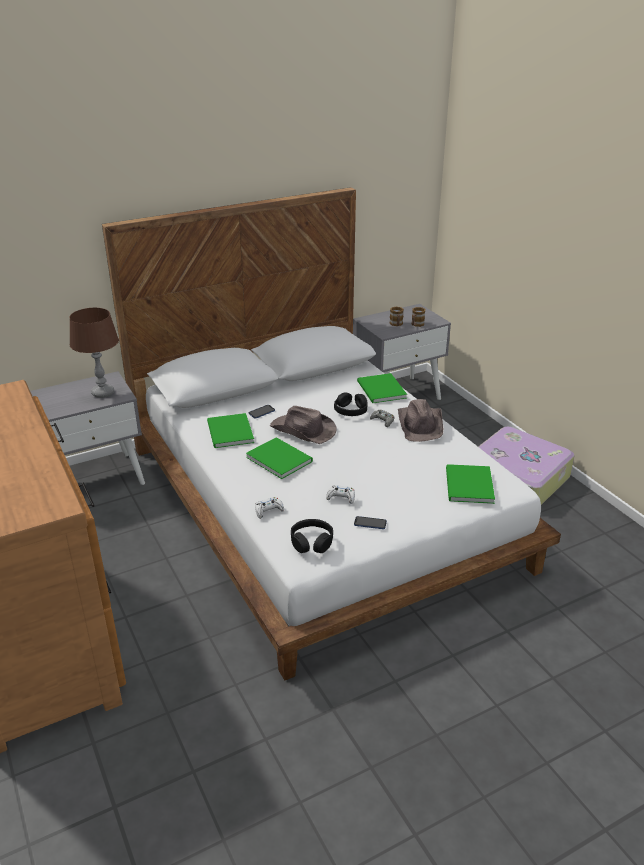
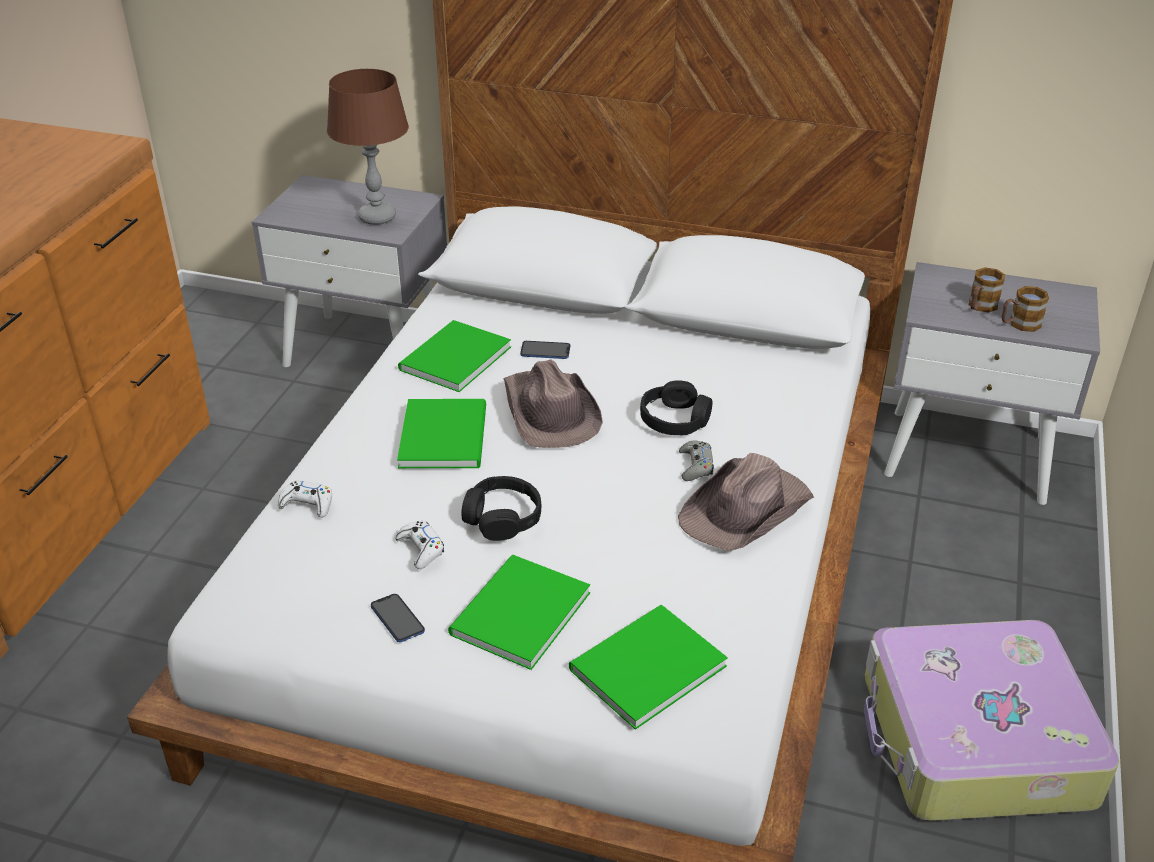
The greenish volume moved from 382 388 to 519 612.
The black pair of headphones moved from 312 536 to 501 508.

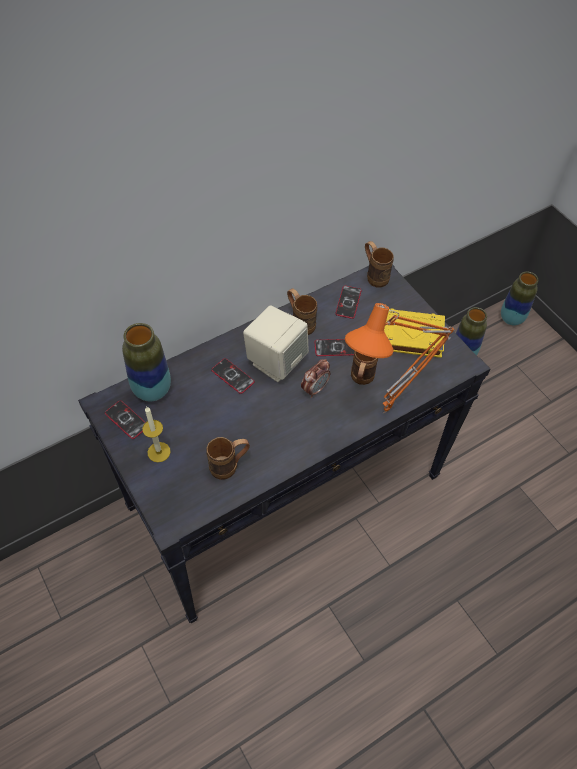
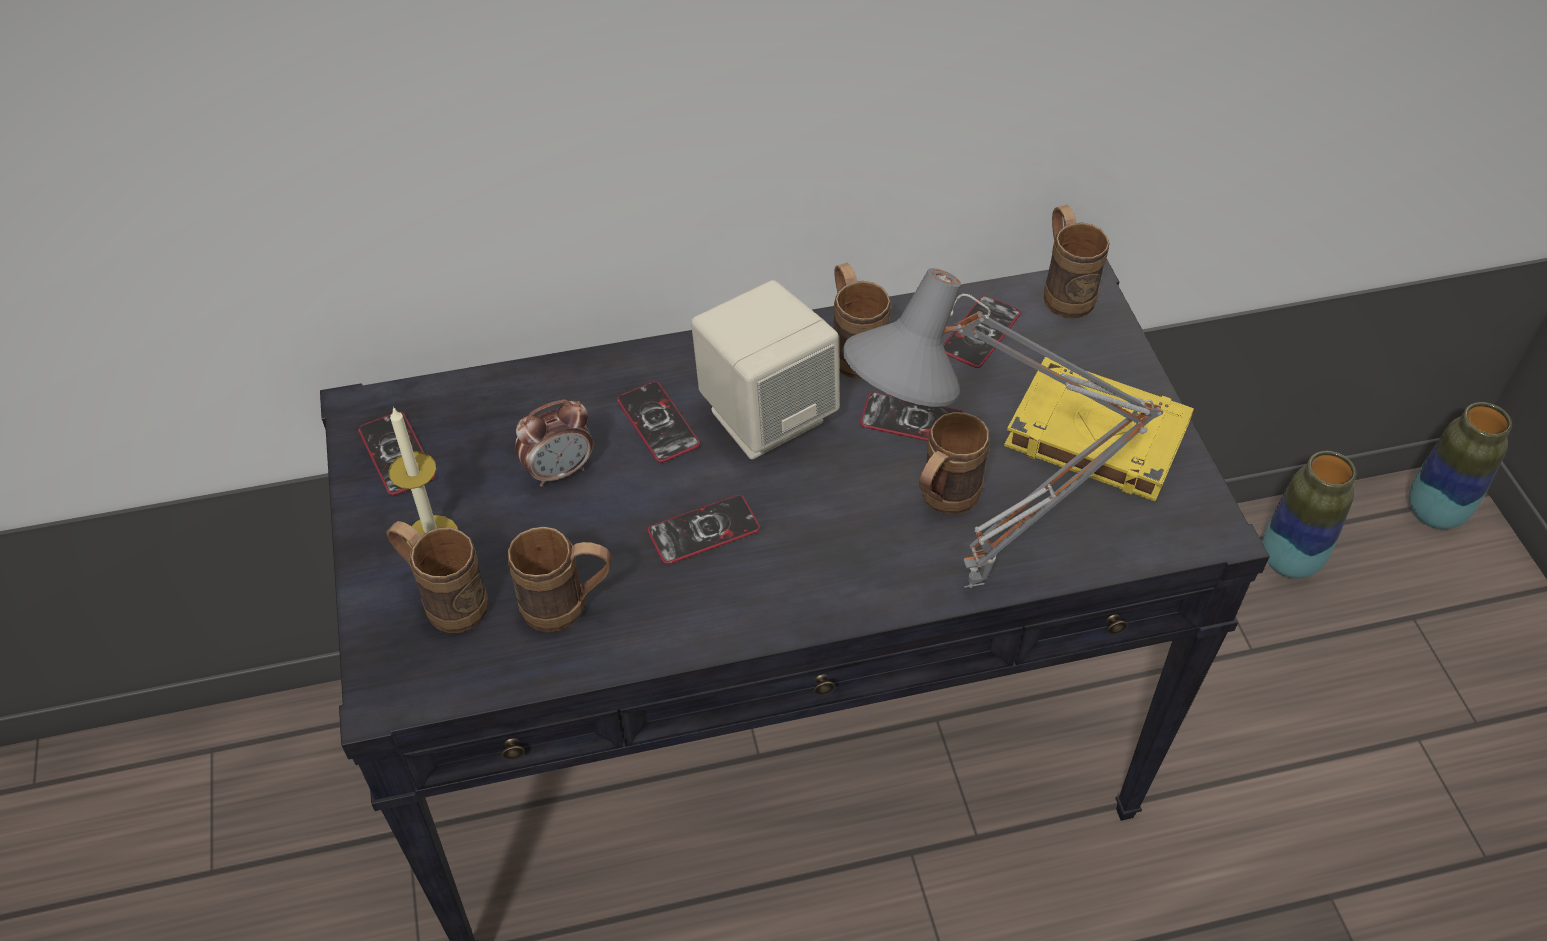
The orangey table lamp at 400 358 became the gray table lamp at 1003 428.
The vase at 146 362 disappeared.
The bedside clock moved from 315 378 to 554 443.
The phone at 703 530 appeared.
The brownish mug at 437 577 appeared.

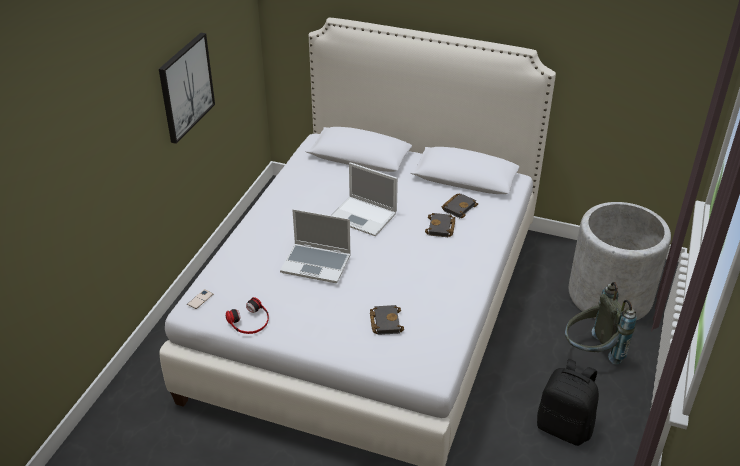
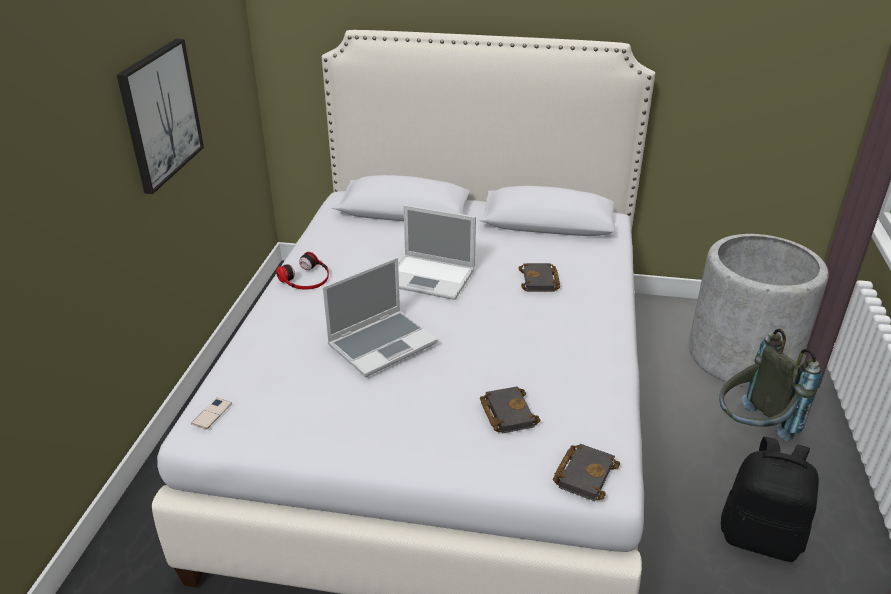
The black volume moved from 460 205 to 586 472.
The portable computer at 315 246 turned 45 degrees counterclockwise.
The pair of headphones moved from 247 315 to 302 271.

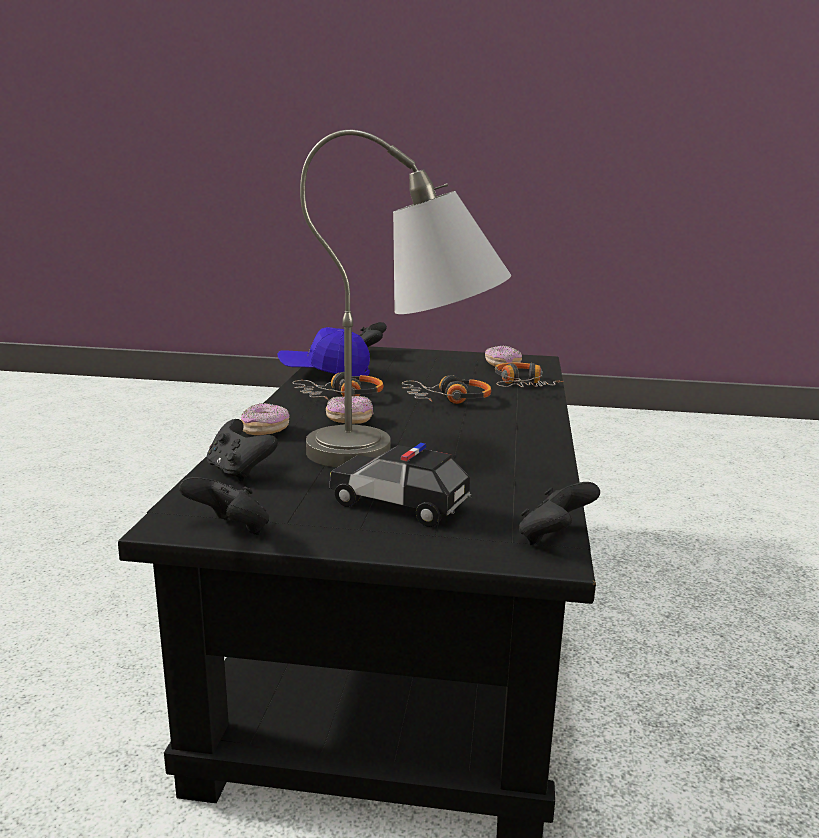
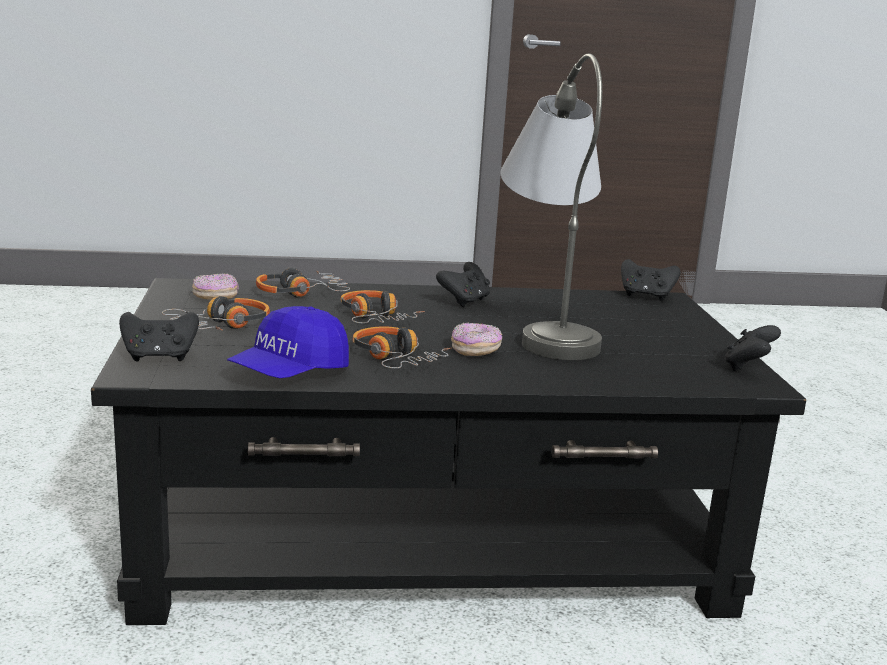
The blue-coloured cap at 323 351 turned 45 degrees clockwise.
The donut at 265 419 disappeared.
The black joypad moved from 242 450 to 463 284.
The model car at 400 485 disappeared.
The pair of headphones at 216 313 appeared.

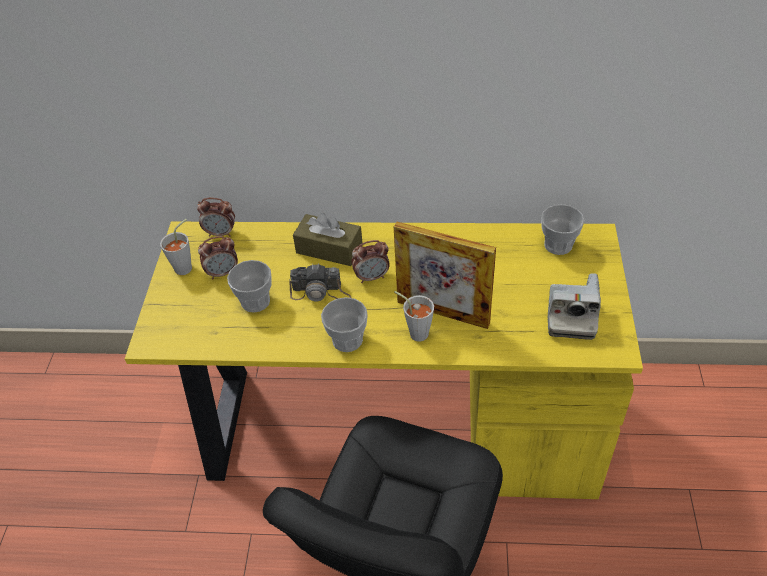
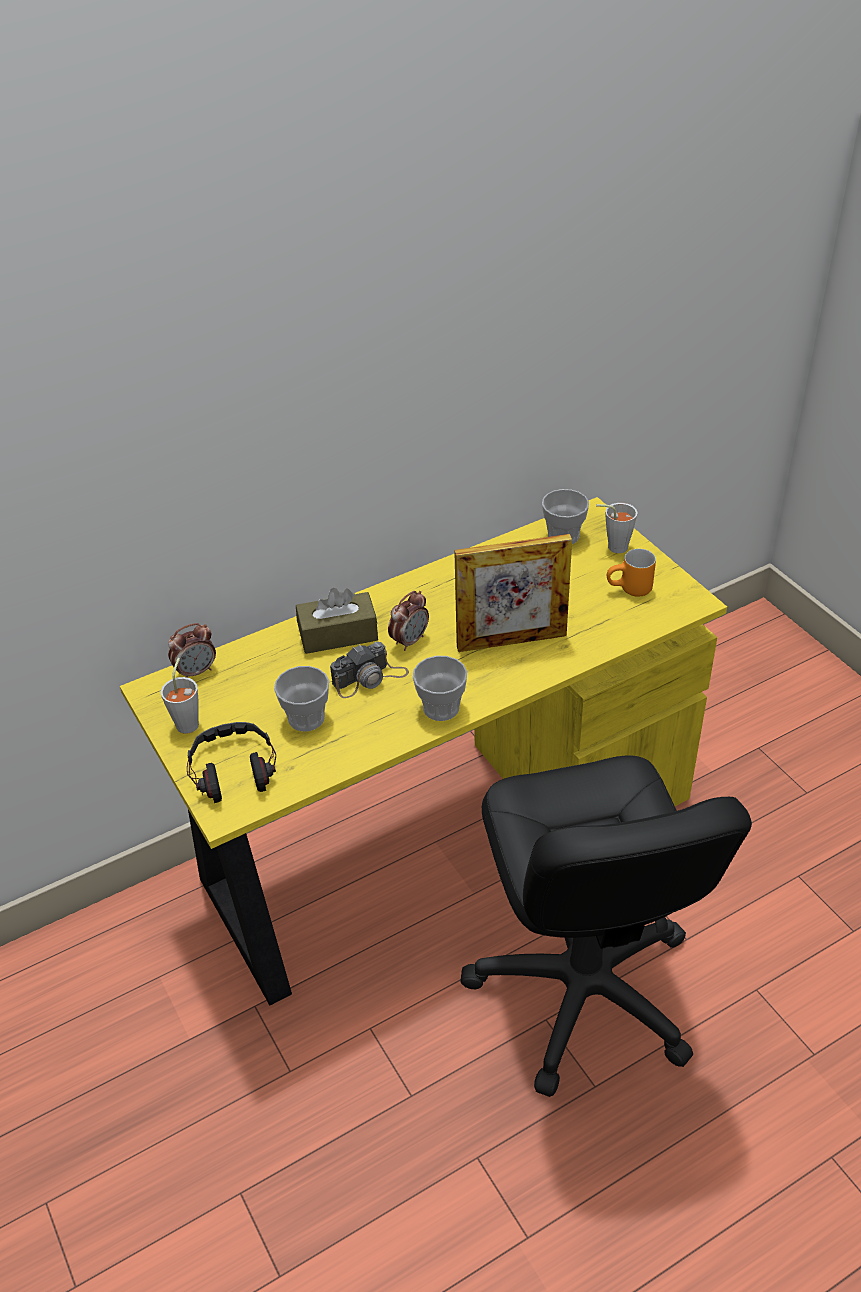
The bedside clock at 218 257 disappeared.
The photo camera at 574 306 was replaced by the orangey mug at 631 573.
The gray cup moved from 414 316 to 617 528.
The pair of headphones at 231 762 appeared.

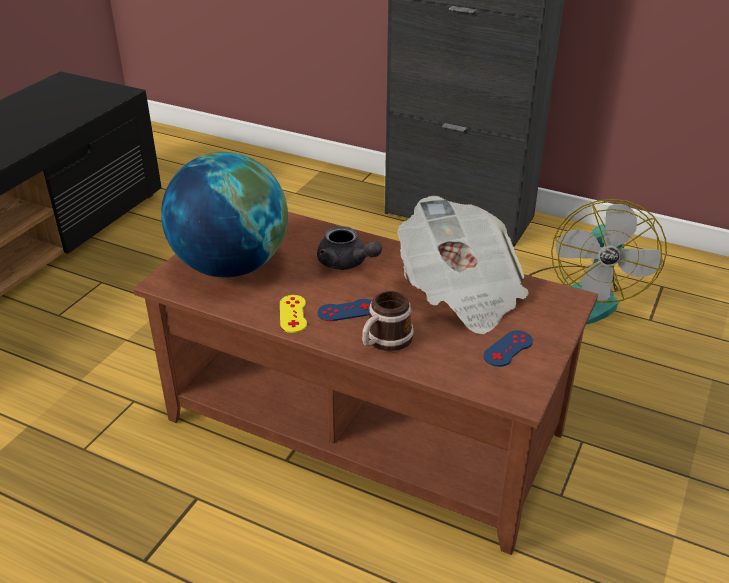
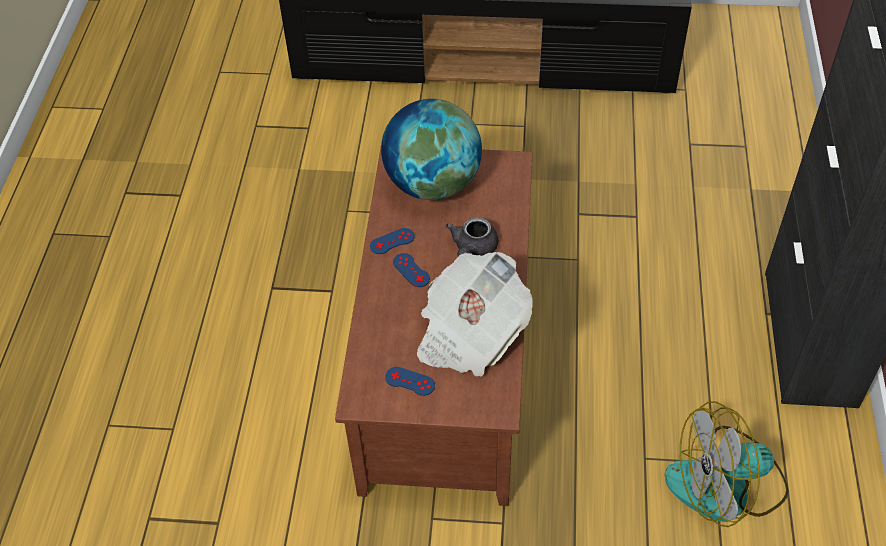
The mug at 388 321 disappeared.
The yellowish joypad at 293 314 became the blue-coloured joypad at 392 241.

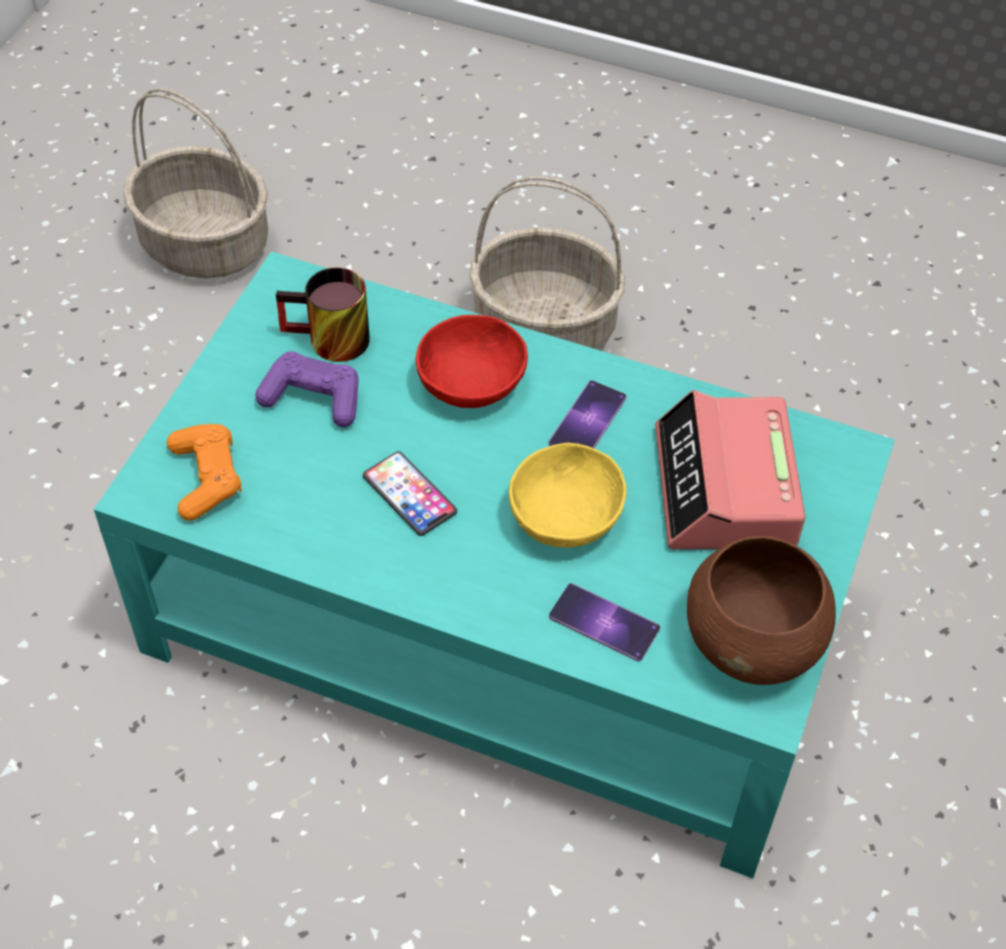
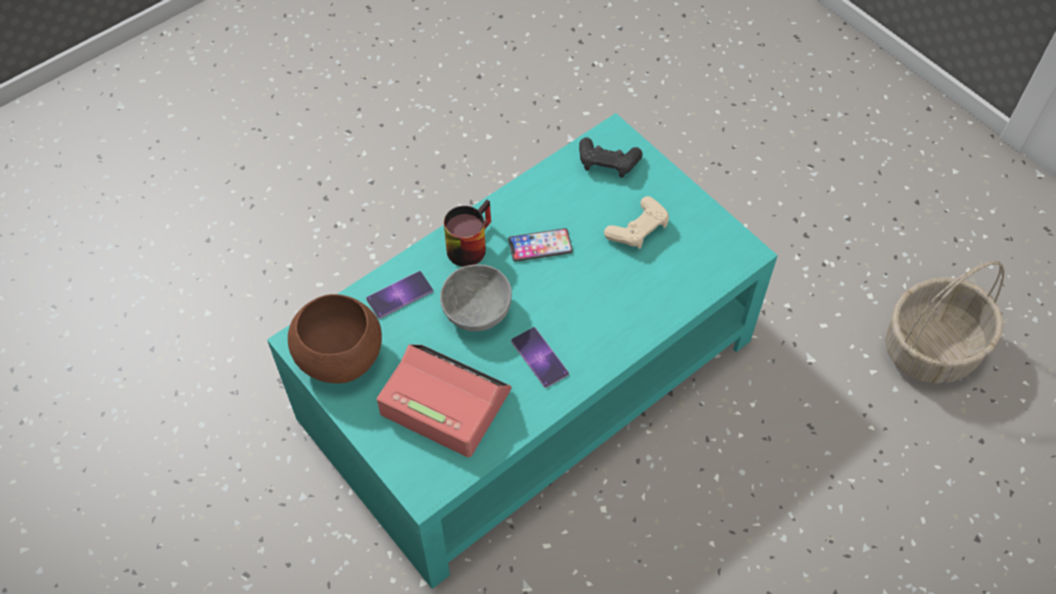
The basket at 547 263 disappeared.
The mug moved from 323 314 to 467 233.
The reddish bowl at 472 361 disappeared.
The purple joypad at 307 389 became the sand-coloured joypad at 636 222.
The orangey joypad at 204 472 became the black joypad at 611 157.
The yellowish bowl at 567 495 became the gray bowl at 476 297.

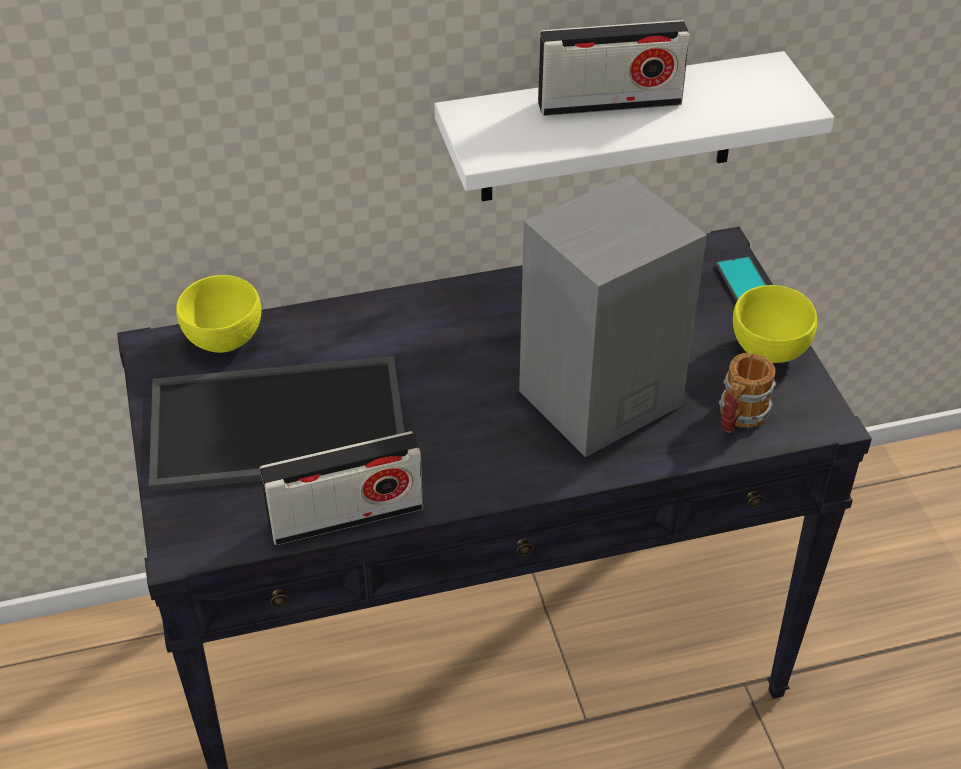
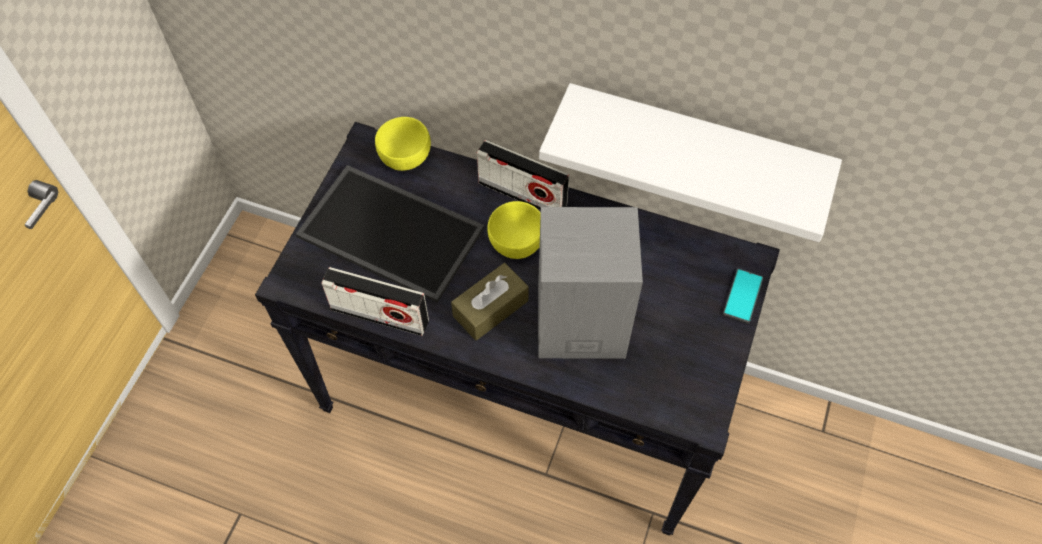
The radio set moved from 614 68 to 523 175.
The yellowish bowl moved from 775 324 to 514 230.
The mug at 747 392 disappeared.
The brownish box of tissues at 490 302 appeared.

